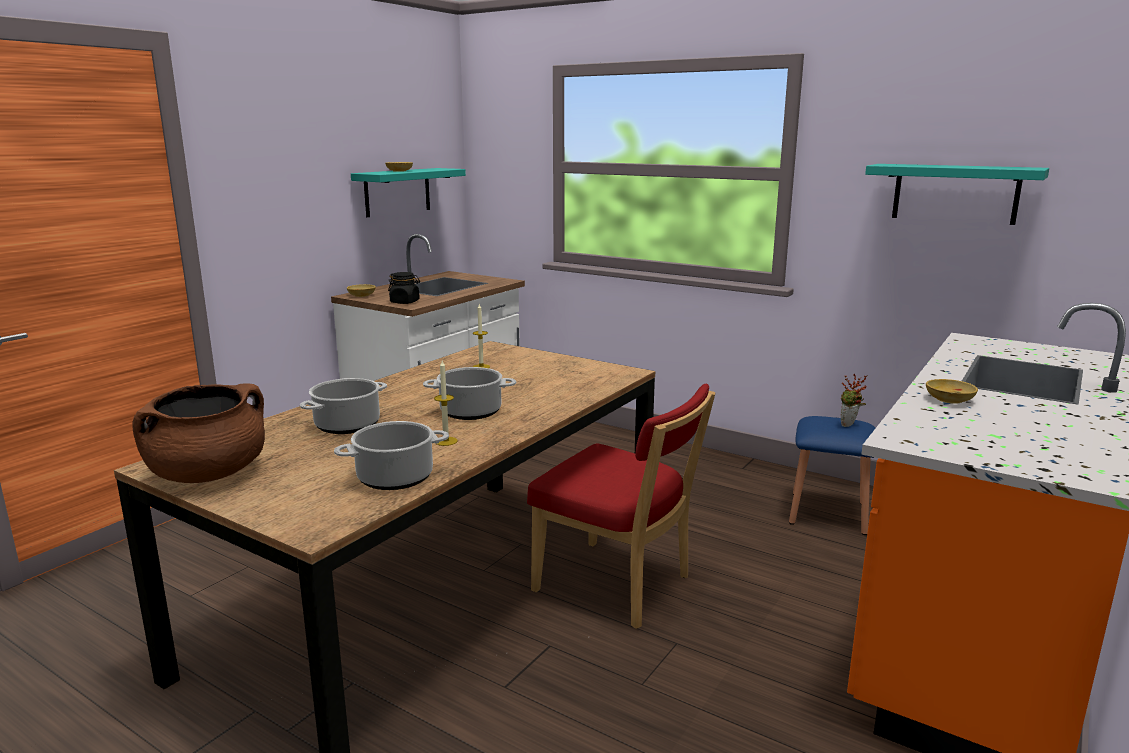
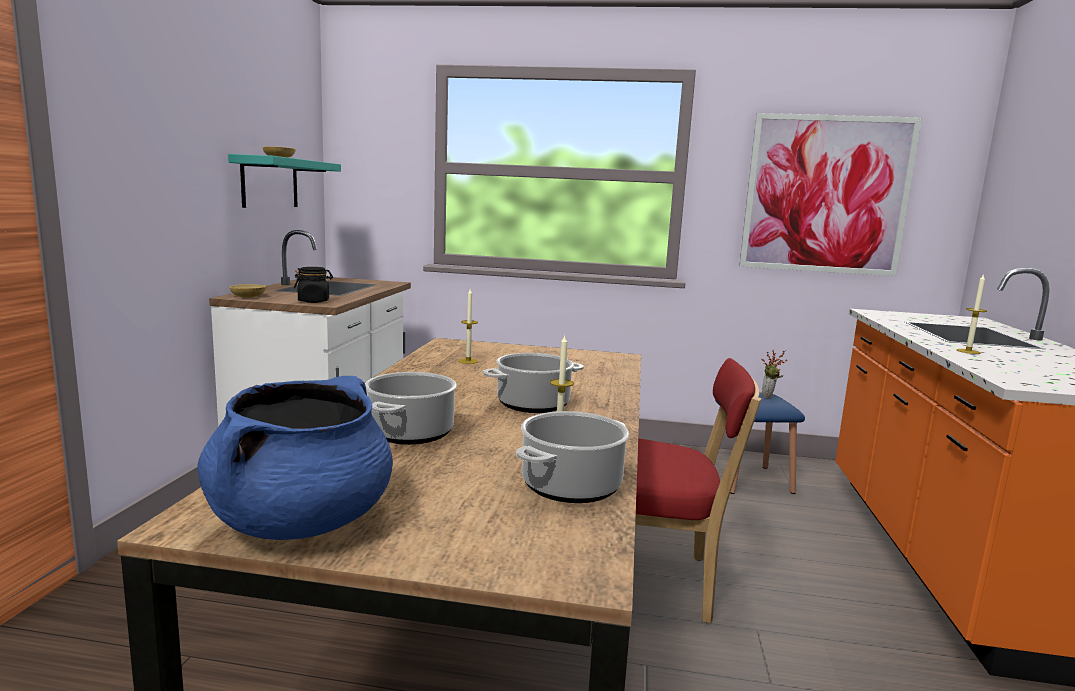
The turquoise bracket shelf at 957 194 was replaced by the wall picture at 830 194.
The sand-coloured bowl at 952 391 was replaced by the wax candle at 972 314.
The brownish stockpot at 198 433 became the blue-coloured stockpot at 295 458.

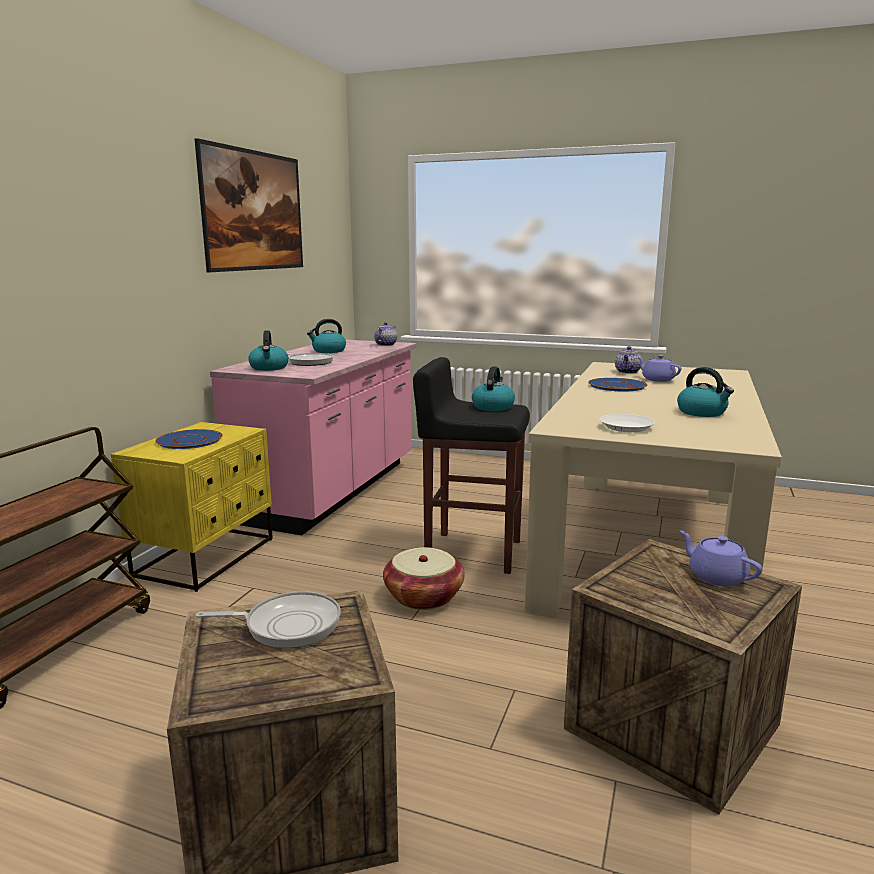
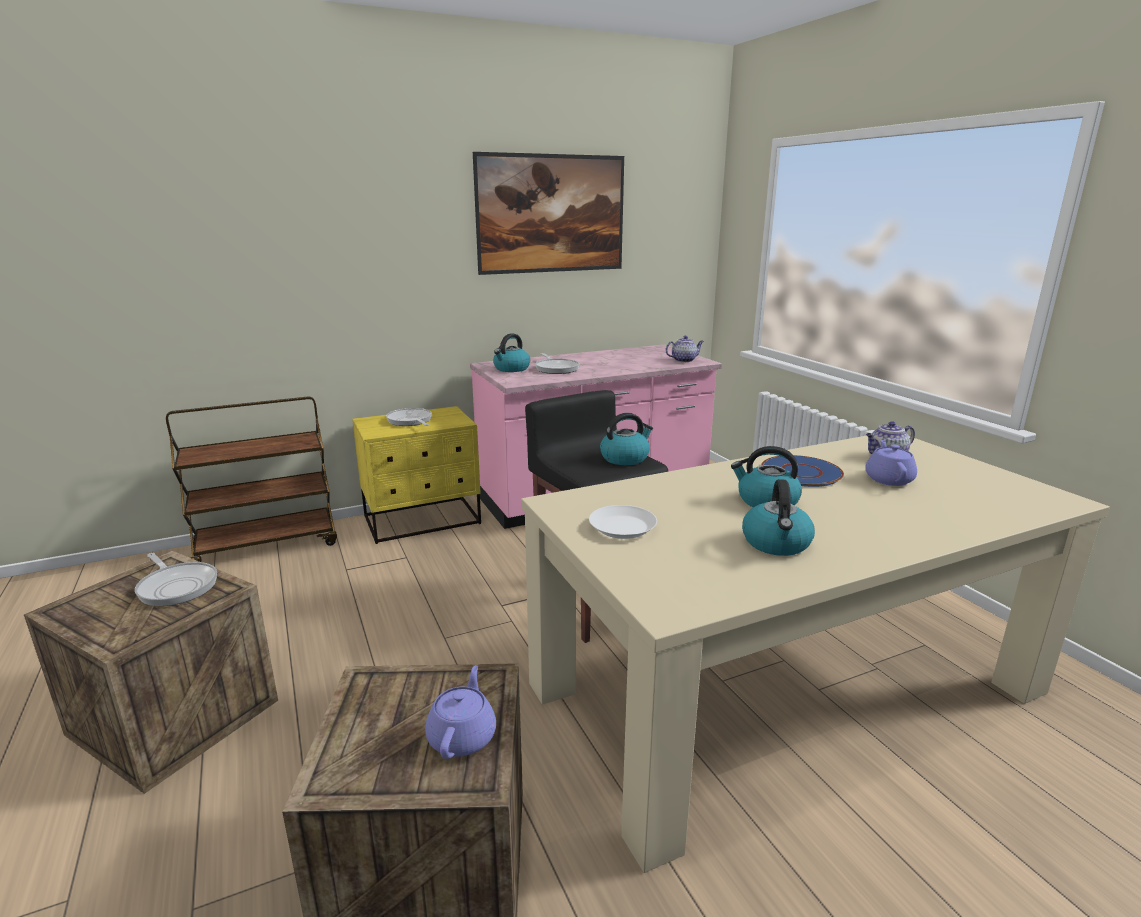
The kettle moved from 326 336 to 766 476.
The blue-coloured dinner plate at 189 439 was replaced by the pan at 409 417.
The basket at 424 578 disappeared.

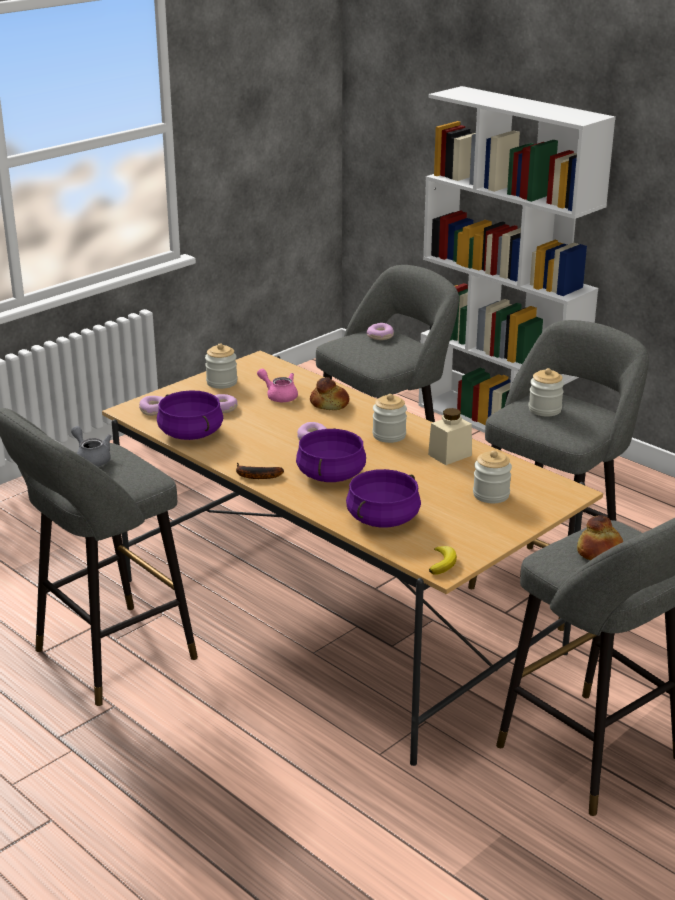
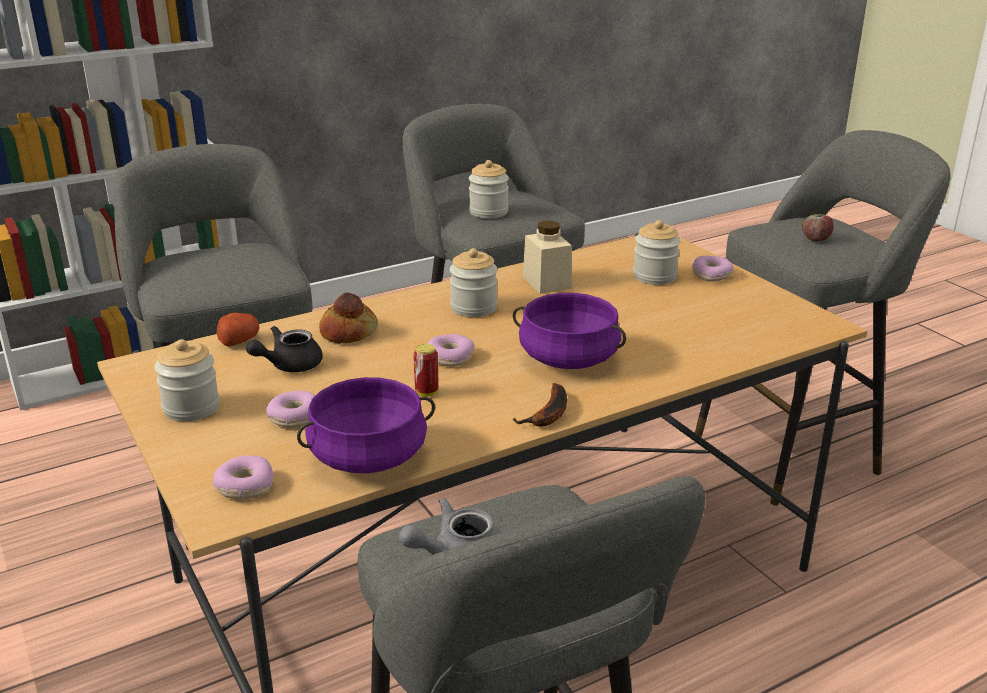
The donut moved from 380 331 to 713 268.
The pinkish tea pot at 277 385 became the black tea pot at 284 349.
The purple stockpot at 383 498 disappeared.
The bakery bread at 600 537 was replaced by the apple at 818 228.
The banana fruit at 443 560 disappeared.
The spud at 238 329 appeared.
The can at 426 370 appeared.

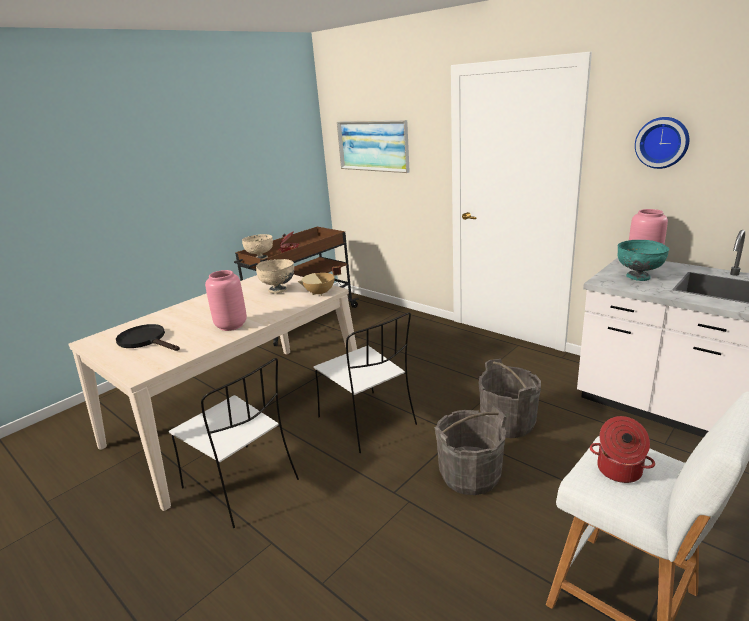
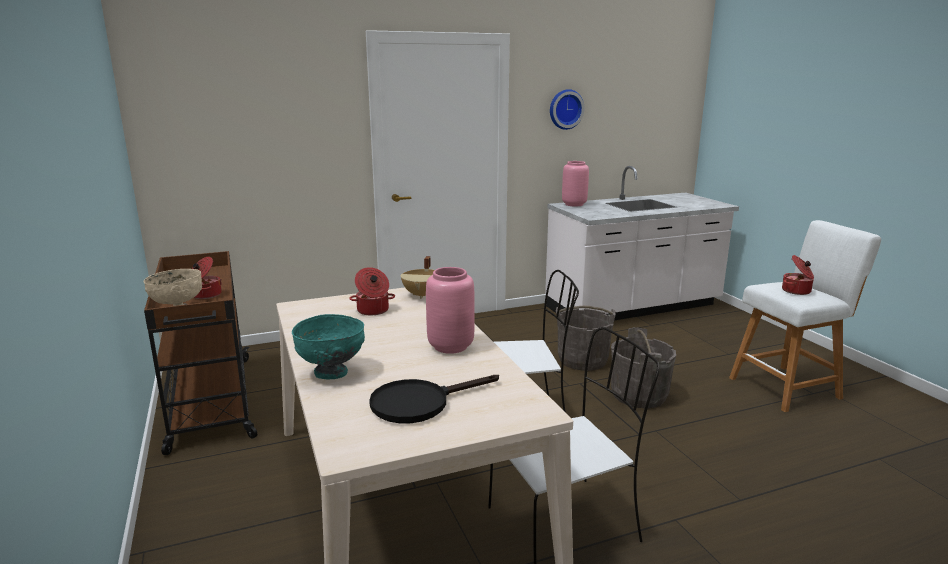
The wall picture at 373 146 disappeared.
The turquoise bowl moved from 643 260 to 328 346.
The sand-coloured bowl at 275 276 was replaced by the stockpot at 372 291.

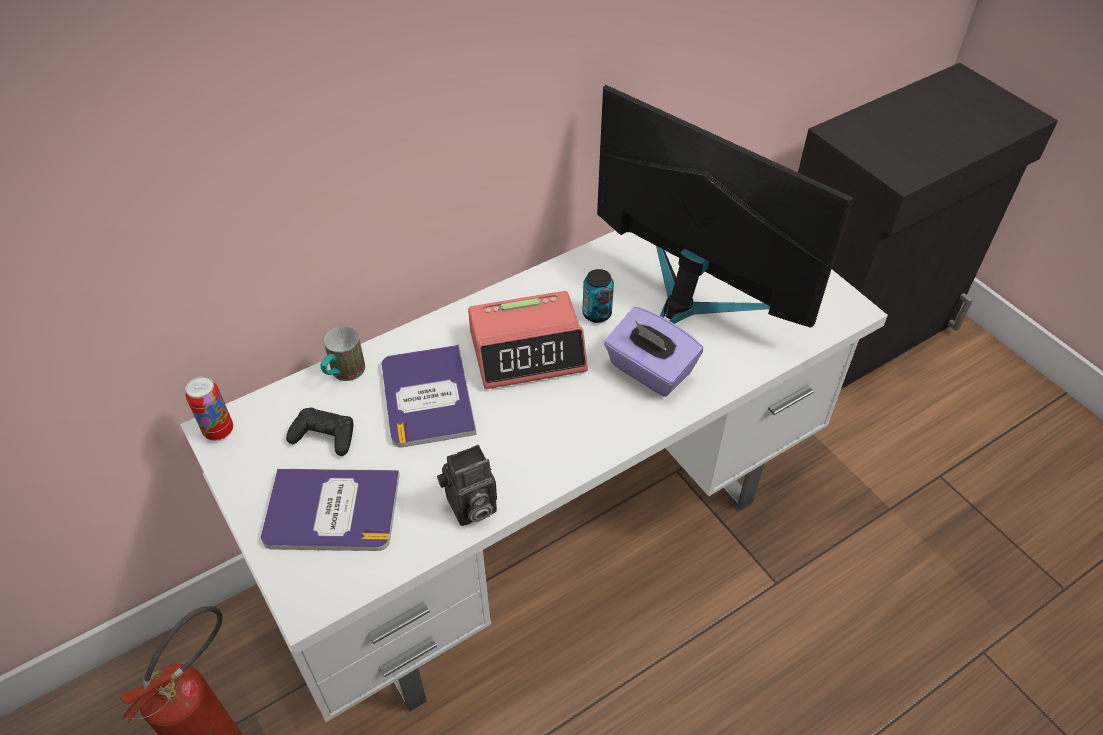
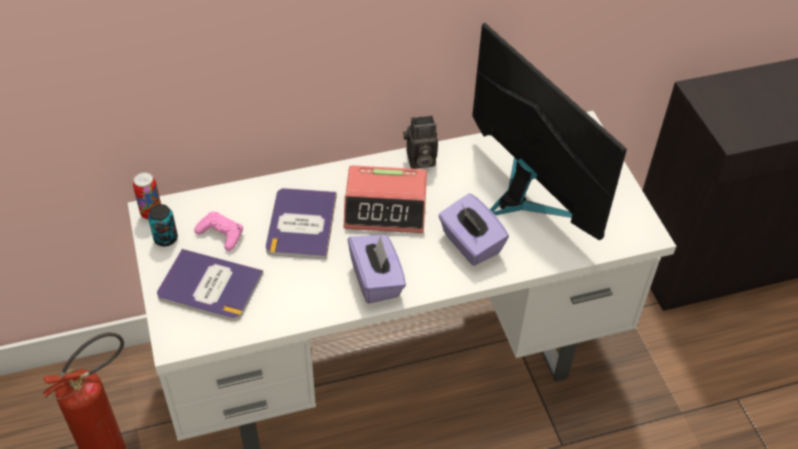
The can moved from 598 296 to 163 225.
The mug at 342 353 disappeared.
The black joypad at 320 432 became the pinkish joypad at 218 231.
The photo camera moved from 467 485 to 420 142.
The purple box of tissues at 377 269 appeared.

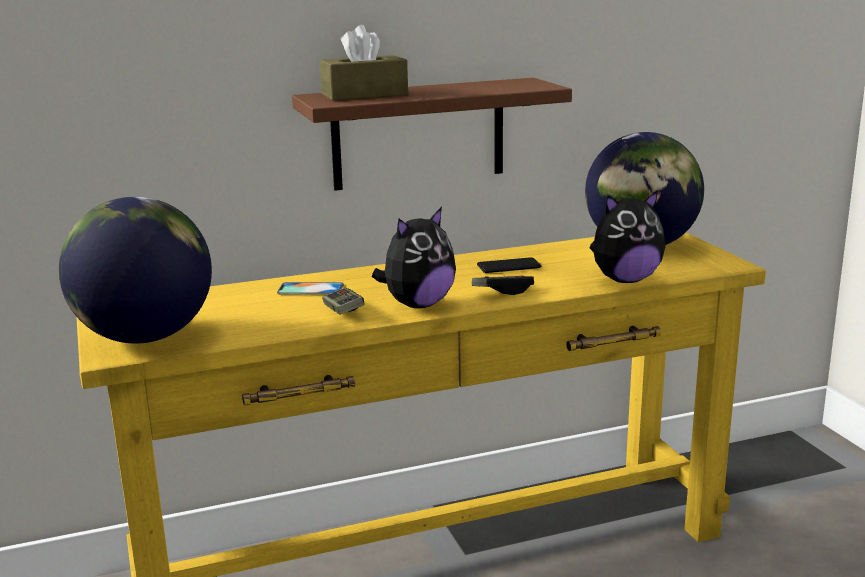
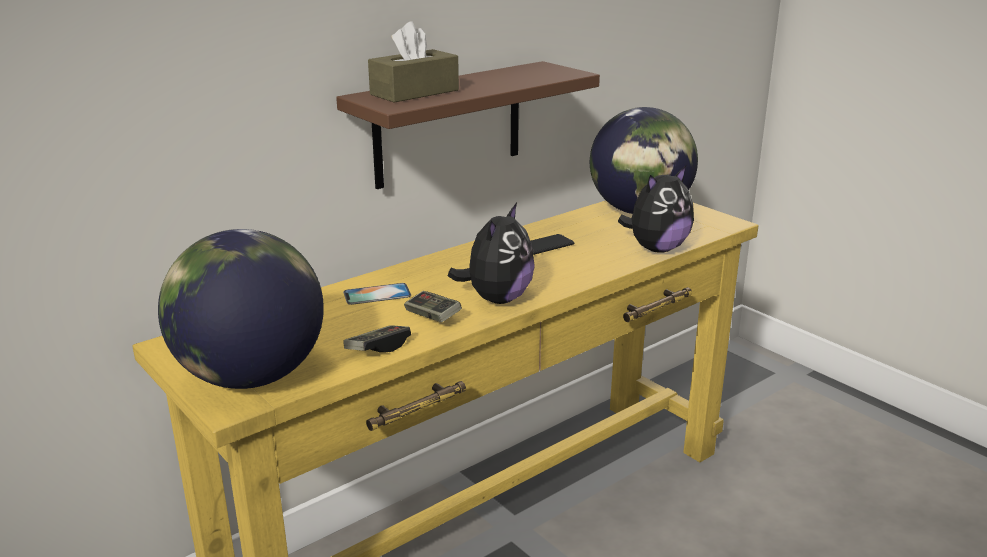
The joypad moved from 503 285 to 377 338.

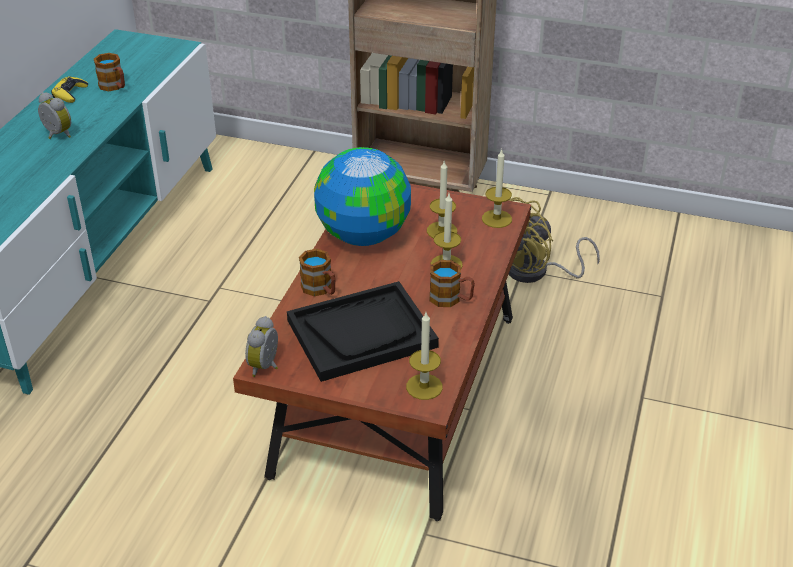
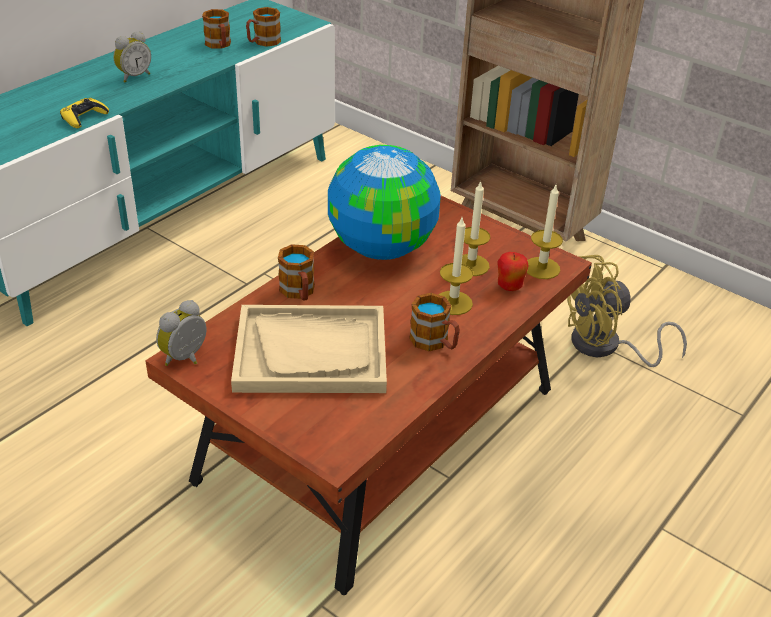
The yellowish joypad moved from 69 89 to 84 113.
The bedside clock at 54 115 turned 75 degrees clockwise.
The black tray at 363 331 became the sand-coloured tray at 309 349.
The wax candle at 424 356 disappeared.
The mug at 263 27 appeared.
The apple at 513 271 appeared.

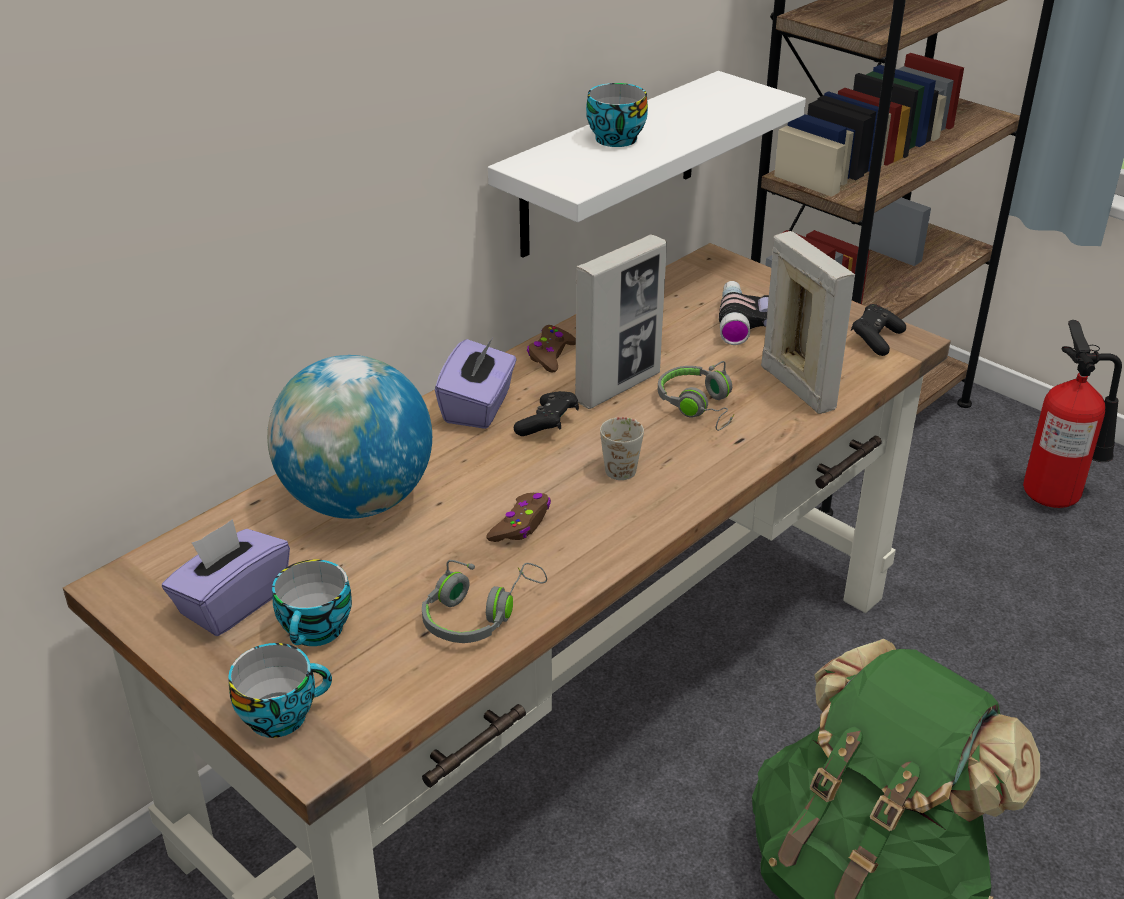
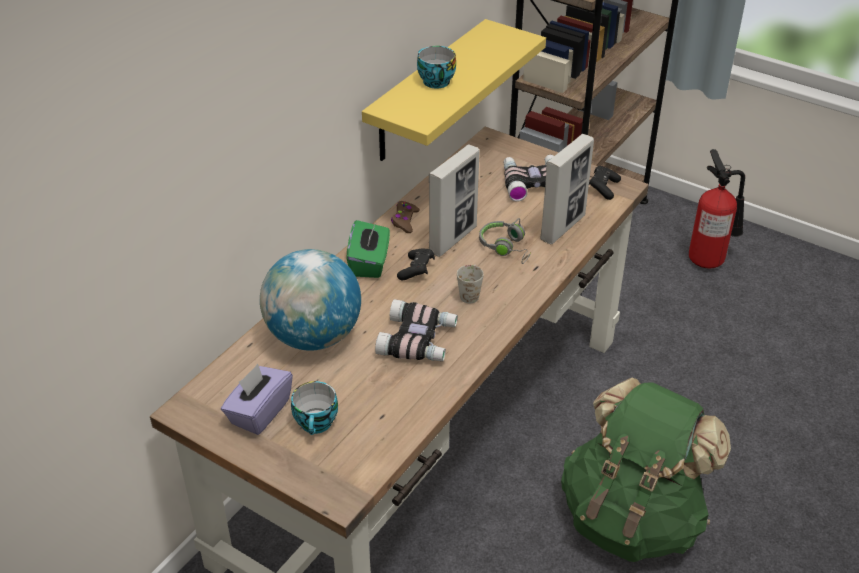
The white-coloured bracket shelf at 647 164 became the yellowish bracket shelf at 454 90.
The picture frame at 808 322 turned 75 degrees clockwise.
The purple box of tissues at 476 383 became the greenish box of tissues at 368 249.
The brownish joypad at 518 517 was replaced by the field glasses at 416 330.
The gray pair of headphones at 484 601 disappeared.
The cup at 280 690 disappeared.

